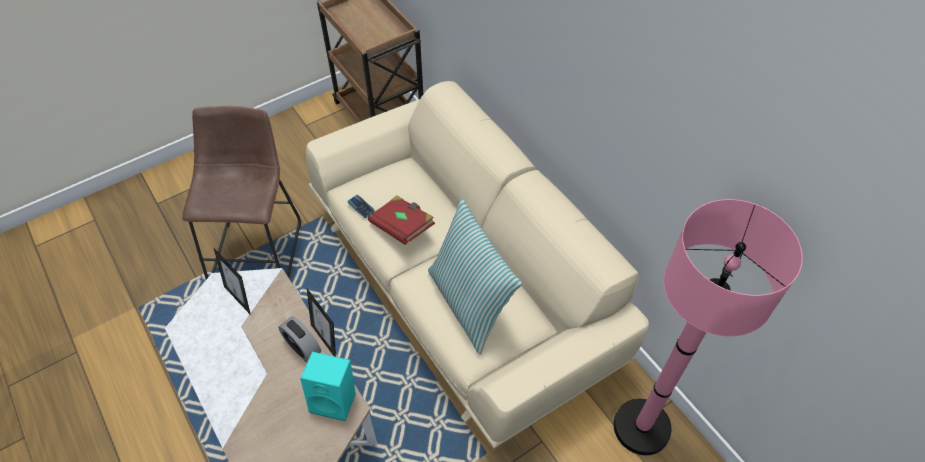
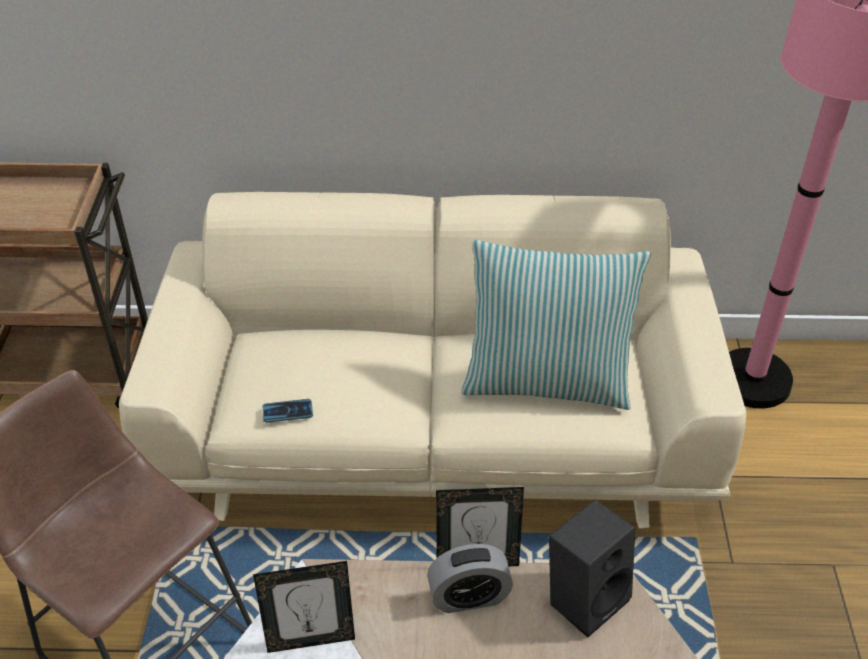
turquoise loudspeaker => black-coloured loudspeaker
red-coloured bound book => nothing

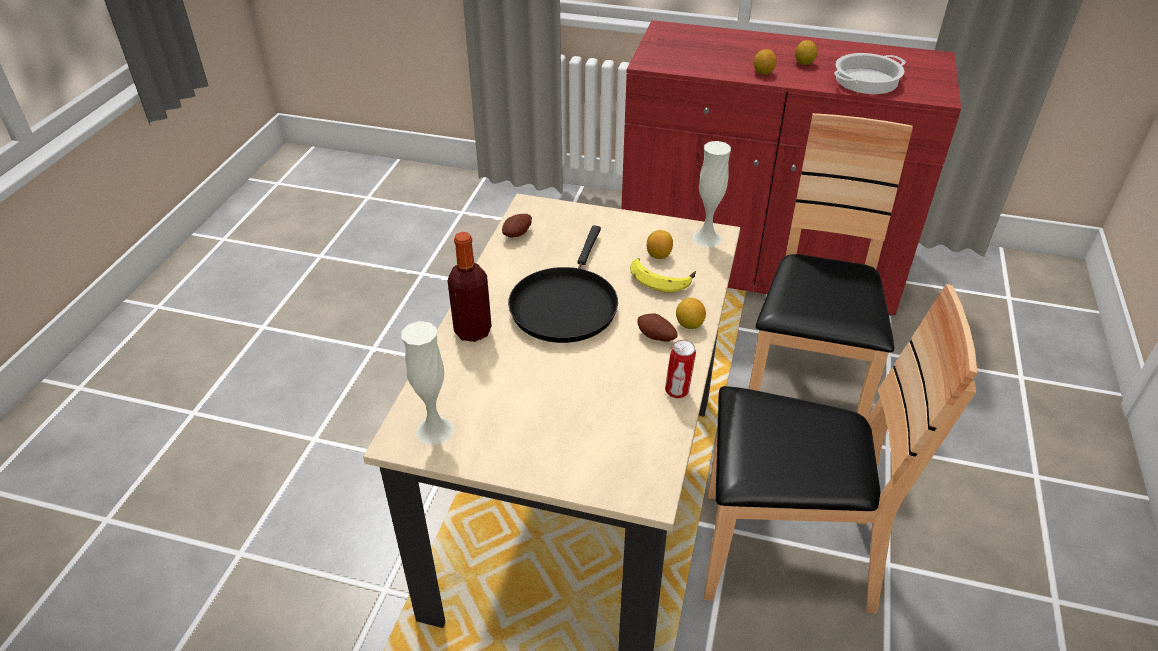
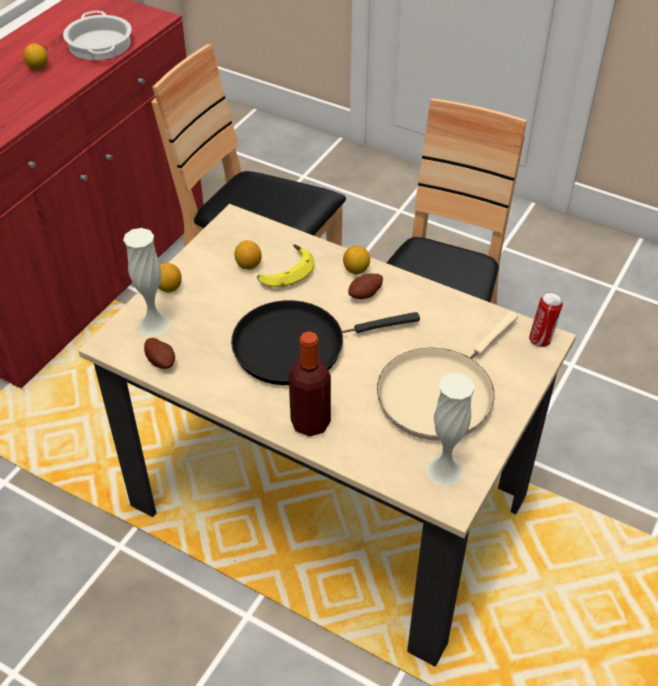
black-coloured frying pan, 135 degrees clockwise
sealed can, shifted
whitish vase (no. 2 from left in the first image) => whitish vase (no. 1 from left), shifted
lemon (no. 3 from left in the first image) => lemon (no. 2 from left), shifted
nothing => beige-coloured frying pan

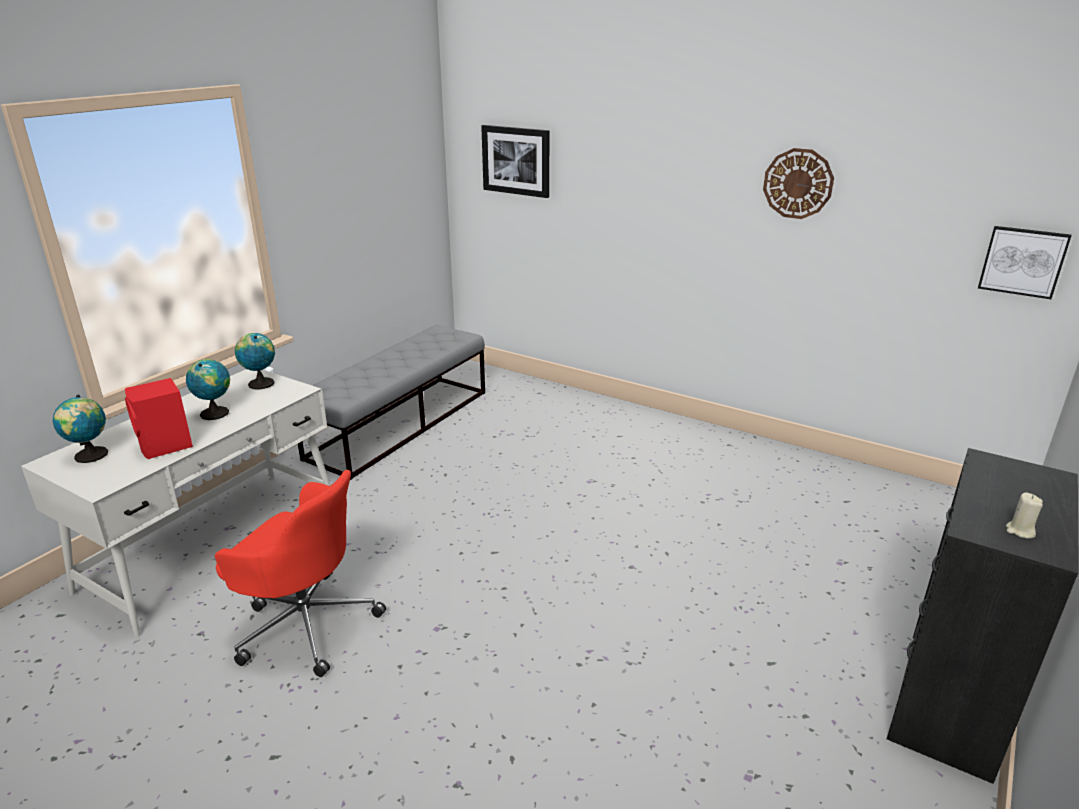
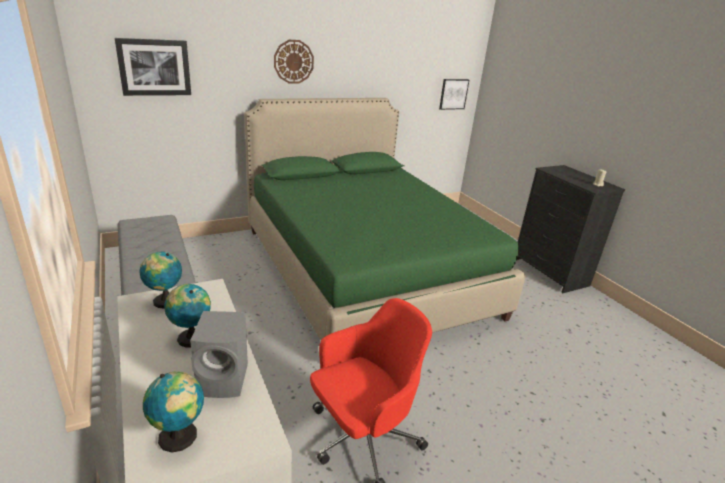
red-coloured loudspeaker => greyish loudspeaker
wall clock, shifted
nothing => green-coloured bedroom bed

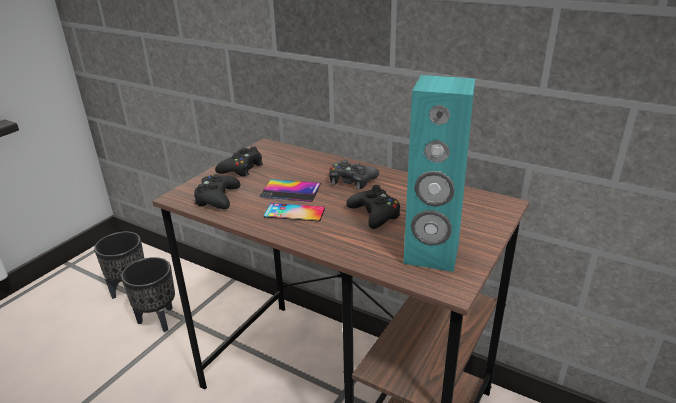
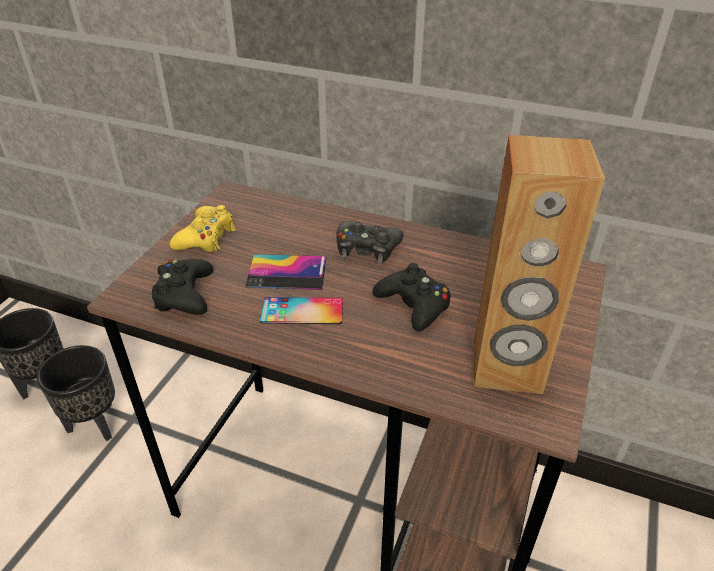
black-coloured game controller (no. 2 from left) => yellow game controller
turquoise loudspeaker => brownish loudspeaker

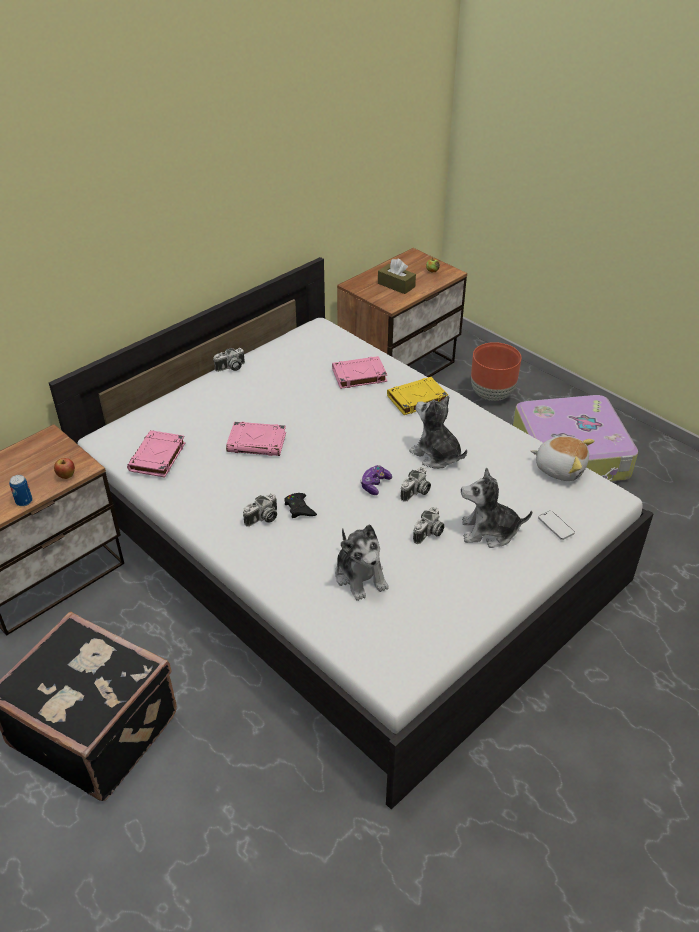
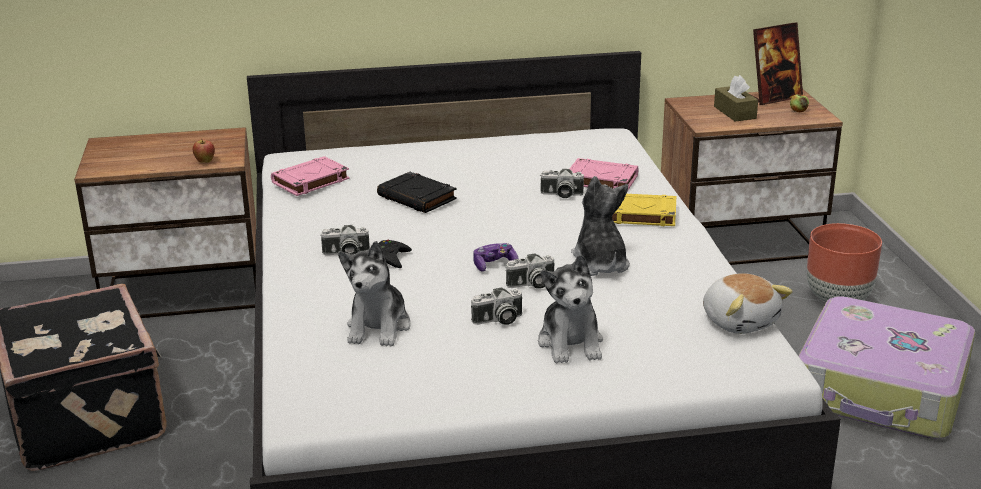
sealed can => nothing
still camera (no. 1 from left in the first image) => still camera (no. 4 from left), shifted
pink-coloured bound book (no. 2 from left) => black-coloured bound book
soft toy (no. 3 from left in the first image) => soft toy (no. 2 from left), 135 degrees counterclockwise
handset => nothing
nothing => picture frame

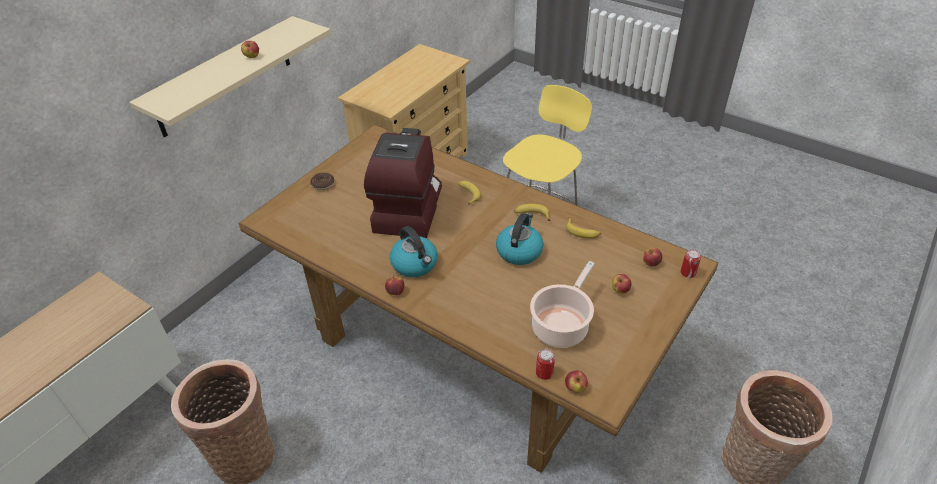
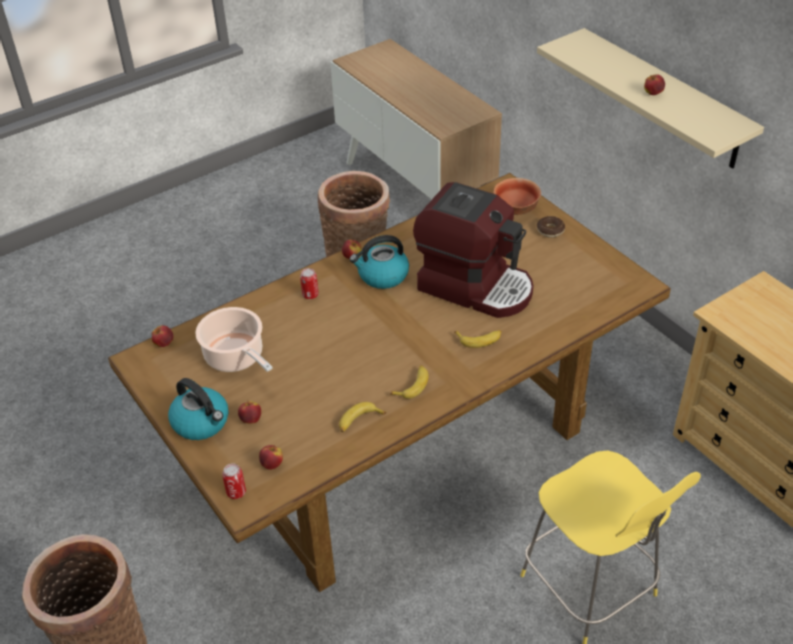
water kettle (no. 2 from left in the first image) => water kettle (no. 1 from left), shifted
sealed can (no. 1 from left in the first image) => sealed can (no. 2 from left), shifted
nothing => deep dish

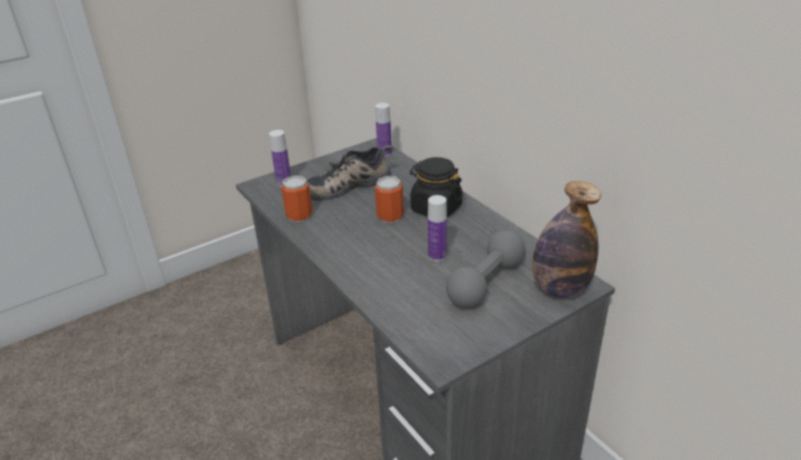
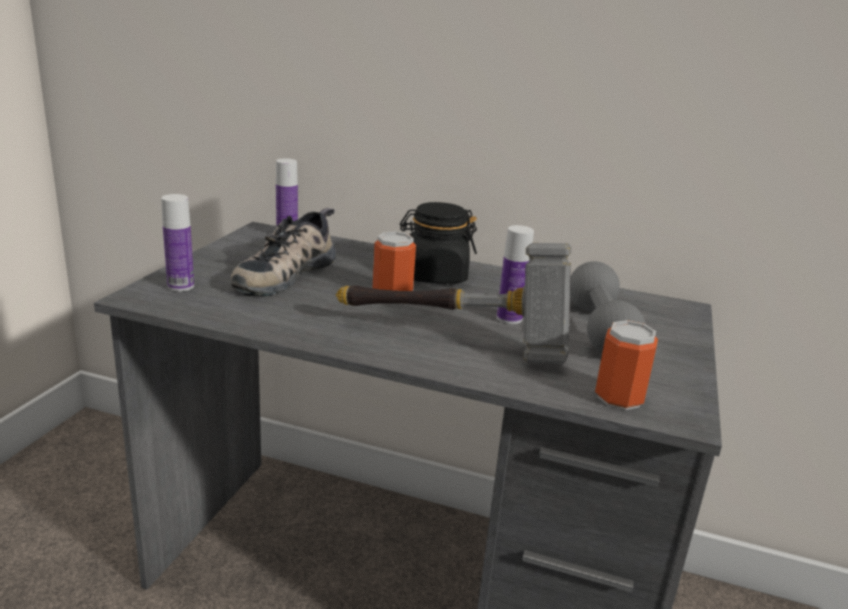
sealed can (no. 1 from left in the first image) => sealed can (no. 2 from left), shifted
beverage bottle (no. 4 from left) => nothing
nothing => hand hammer

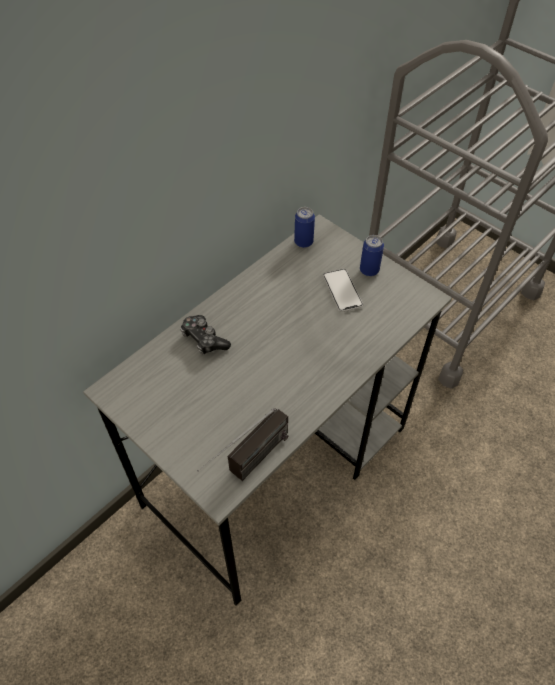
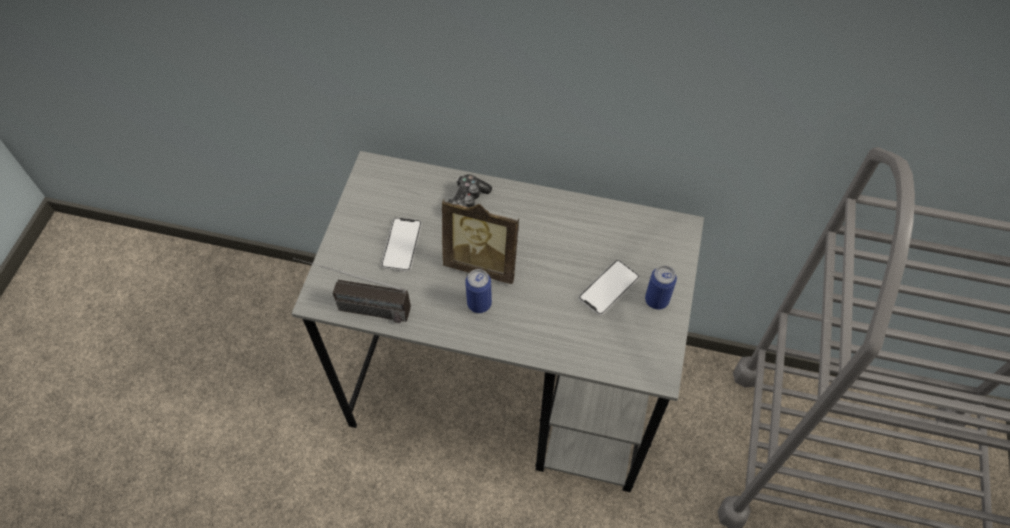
sealed can (no. 1 from left), shifted
nothing => handset (no. 1 from left)
nothing => picture frame

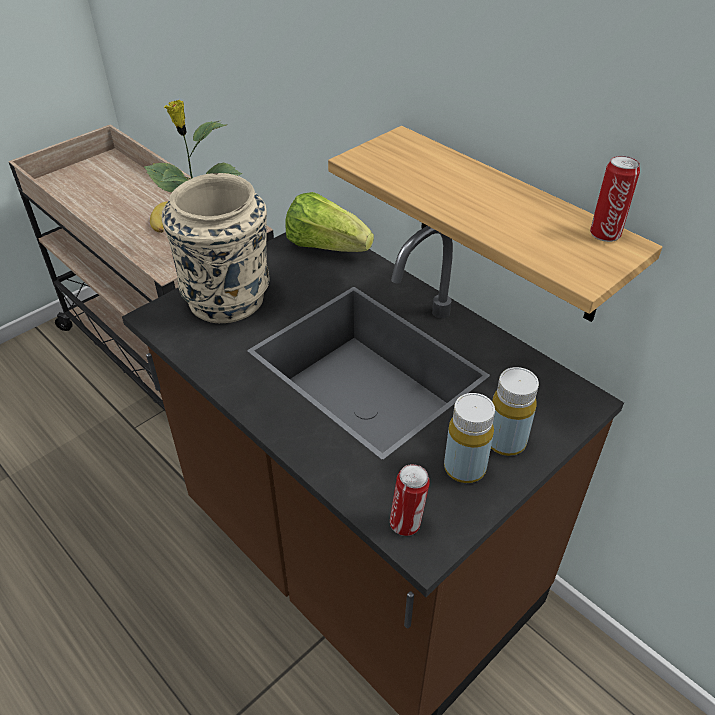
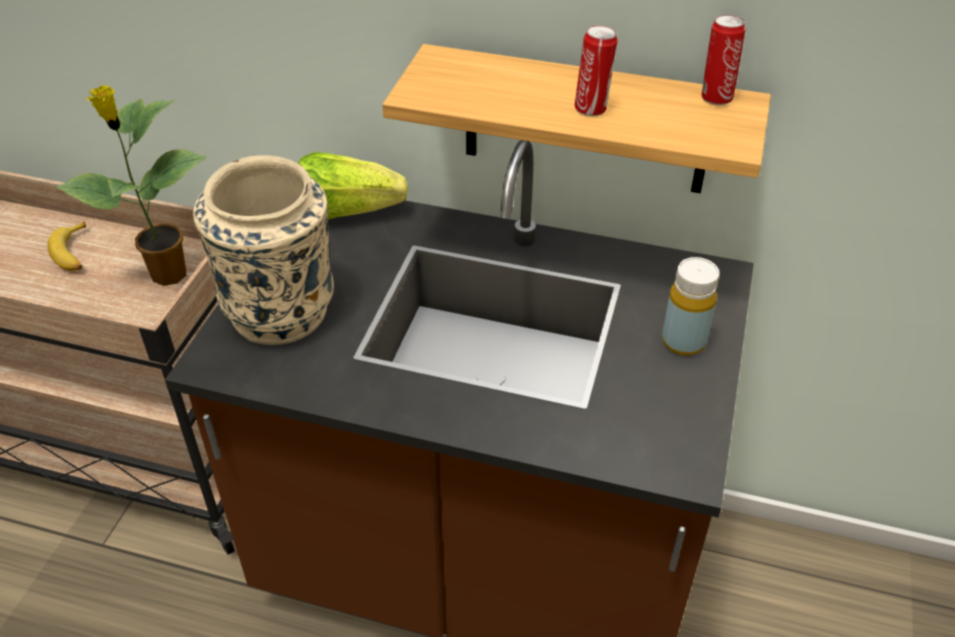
sealed can (no. 1 from left), shifted
yellow beverage bottle (no. 1 from left) => nothing

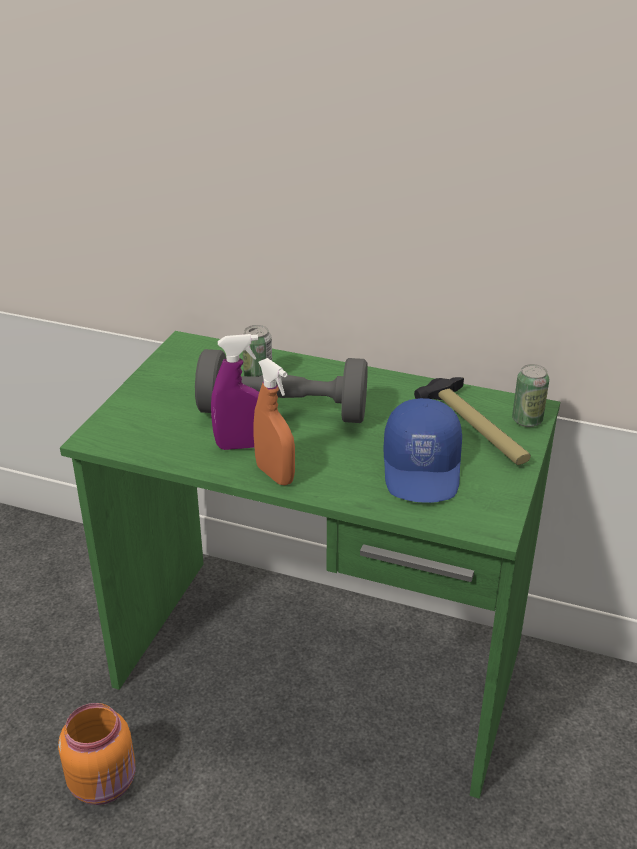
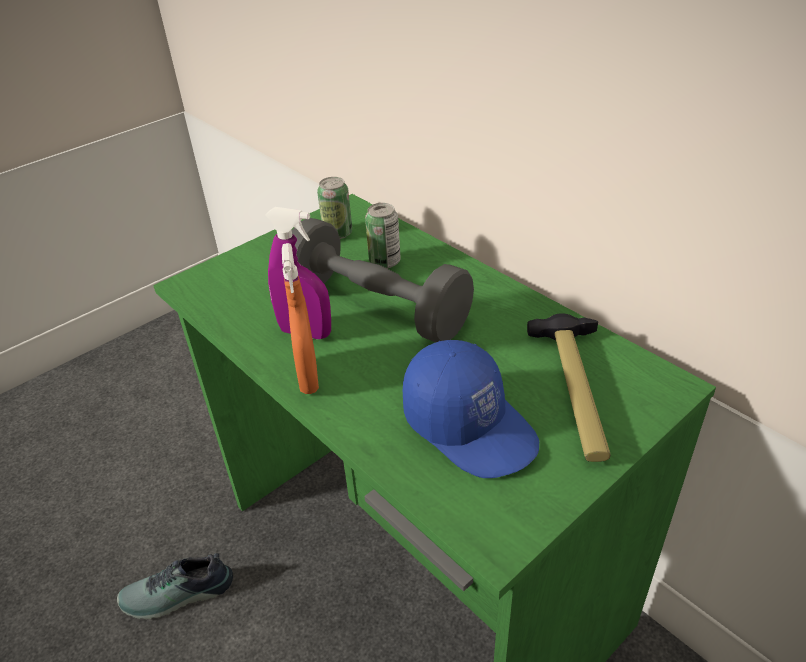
orangey preserve jar => shoe
blue-coloured baseball cap, 75 degrees counterclockwise
sealed can (no. 2 from left in the first image) => sealed can (no. 1 from left), shifted

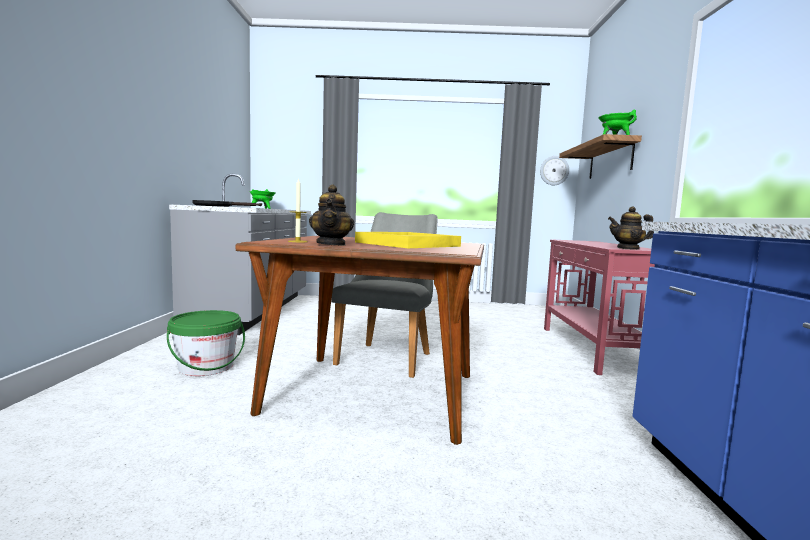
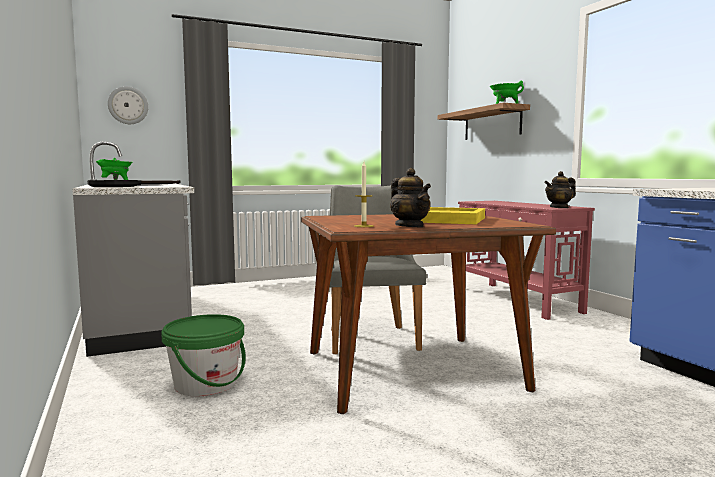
wall clock, shifted

